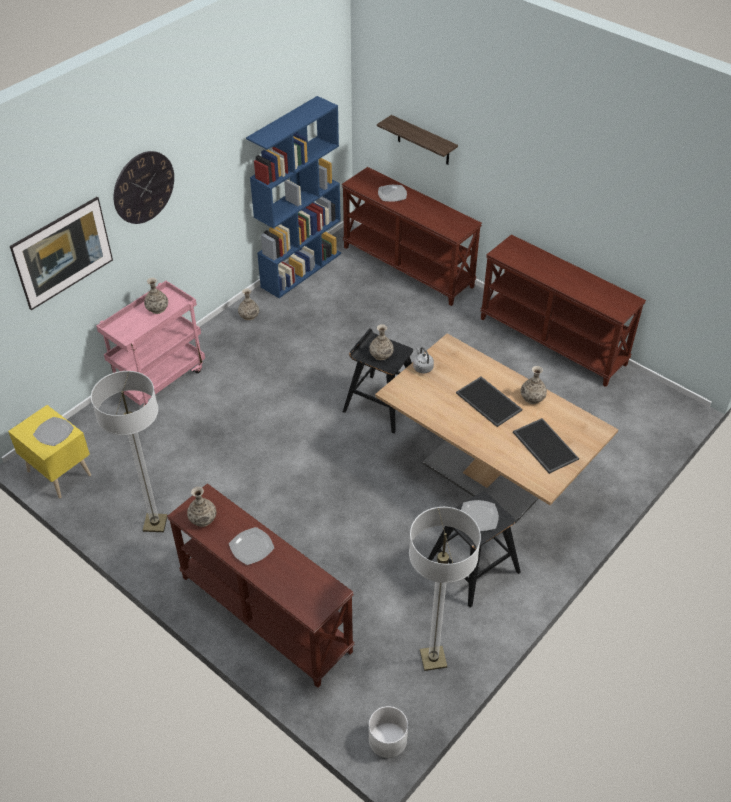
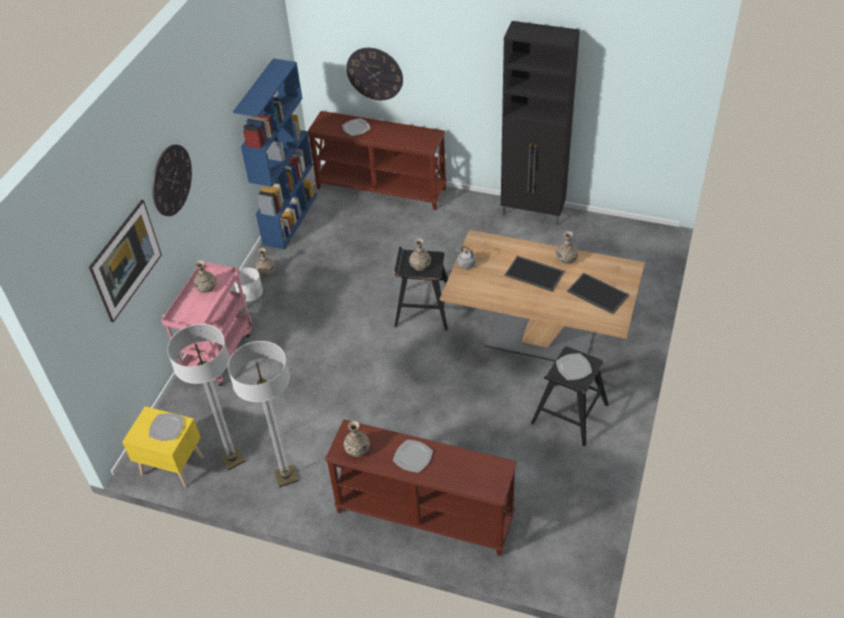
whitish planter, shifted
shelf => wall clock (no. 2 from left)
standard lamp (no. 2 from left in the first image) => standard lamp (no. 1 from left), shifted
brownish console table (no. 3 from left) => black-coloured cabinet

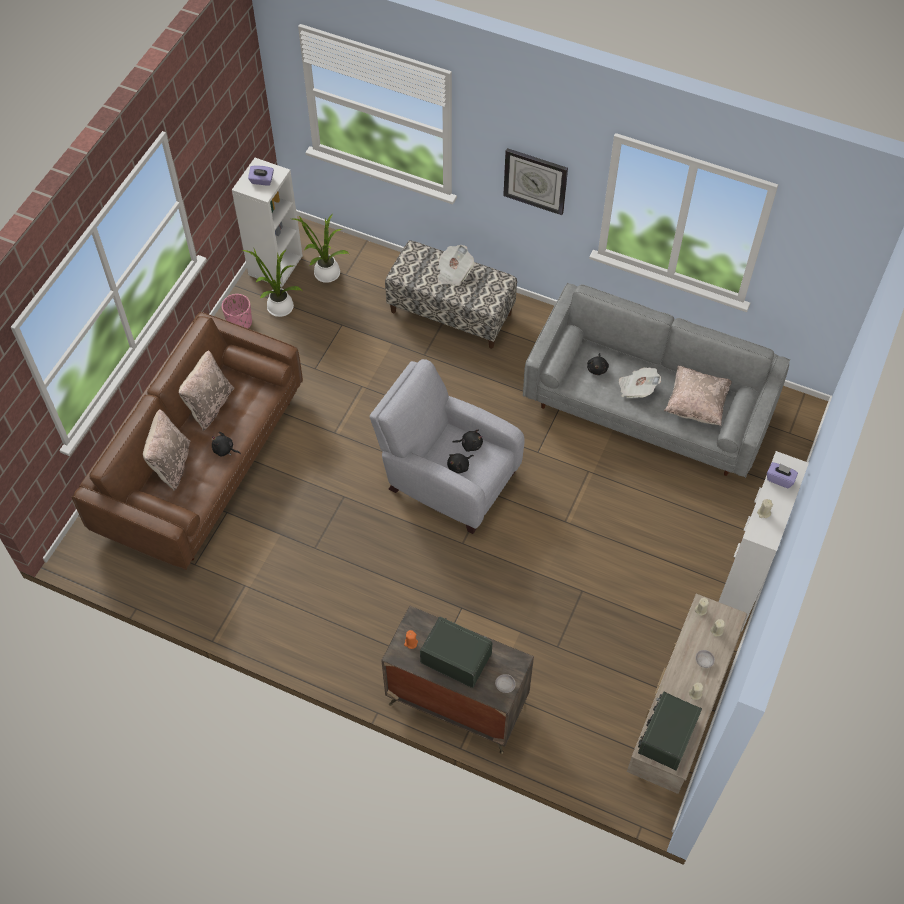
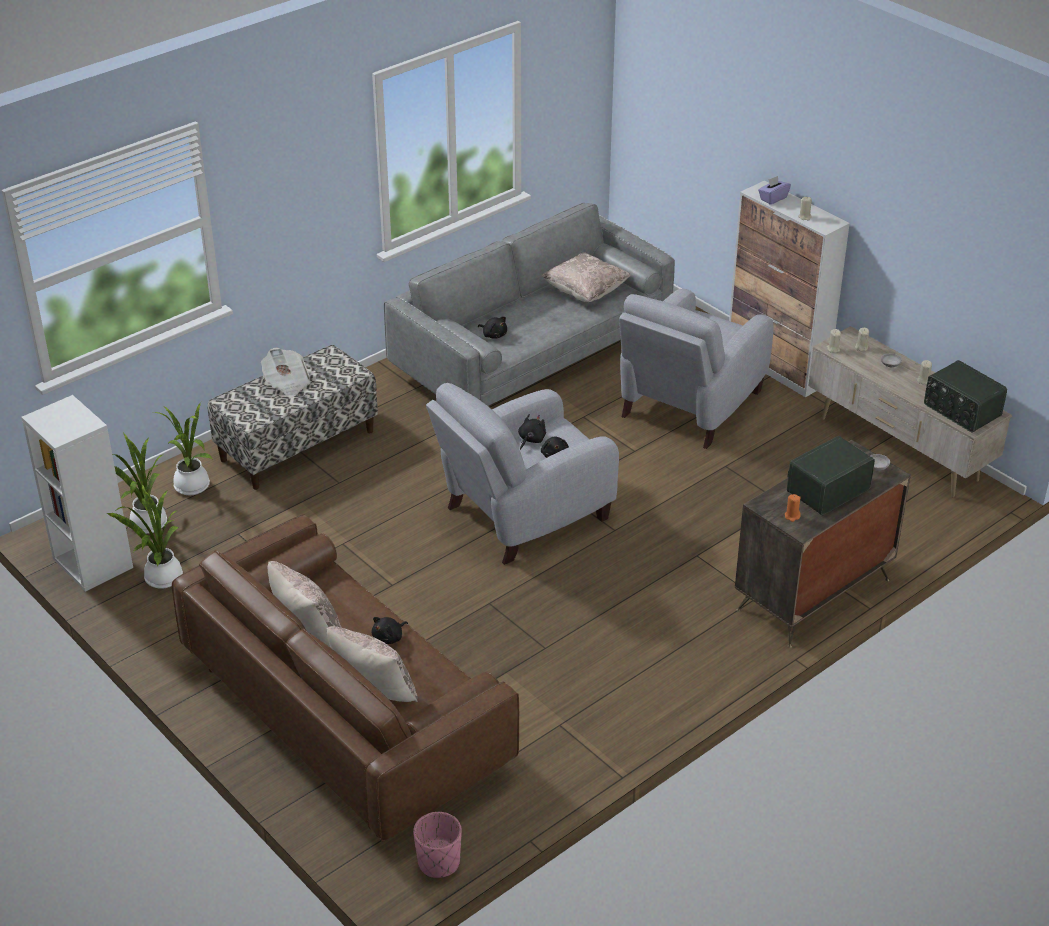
pink-coloured planter, shifted
purplish tissue holder (no. 1 from left) => nothing
wall clock => nothing
newspaper (no. 2 from left) => nothing
nothing => plant in a pot (no. 3 from left)
nothing => greyish lounge chair (no. 2 from left)

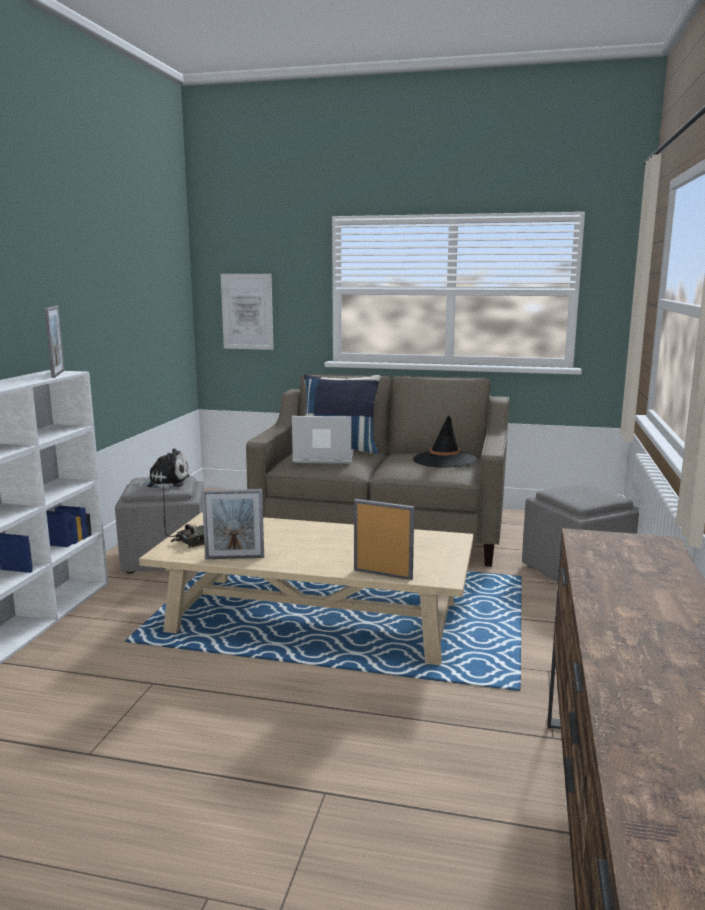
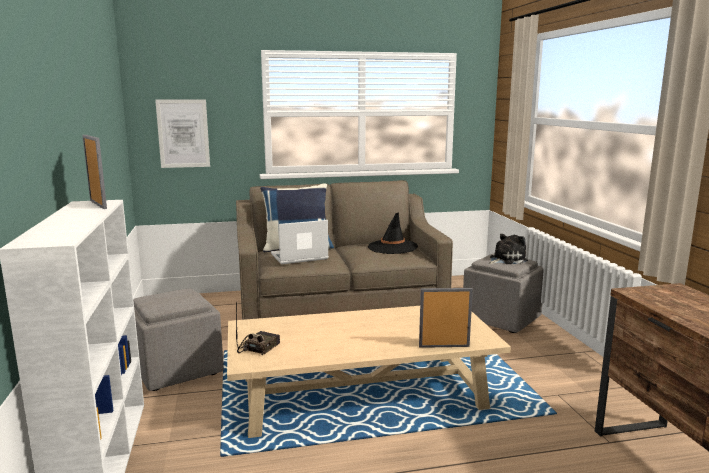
soft toy, shifted
picture frame (no. 2 from left) => nothing

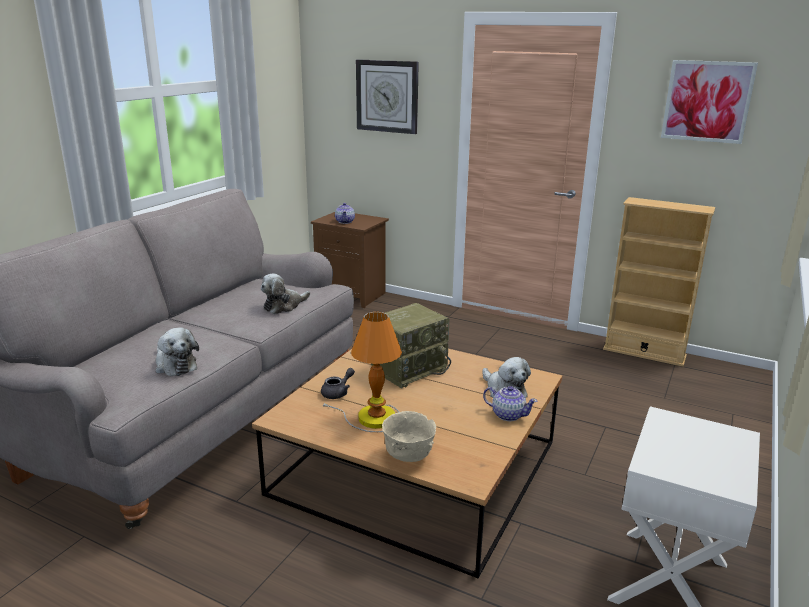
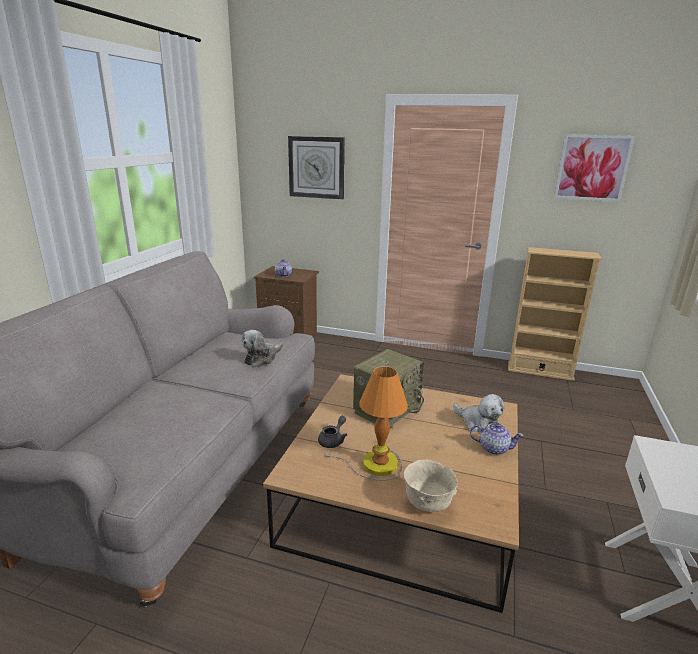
soft toy (no. 1 from left) => nothing

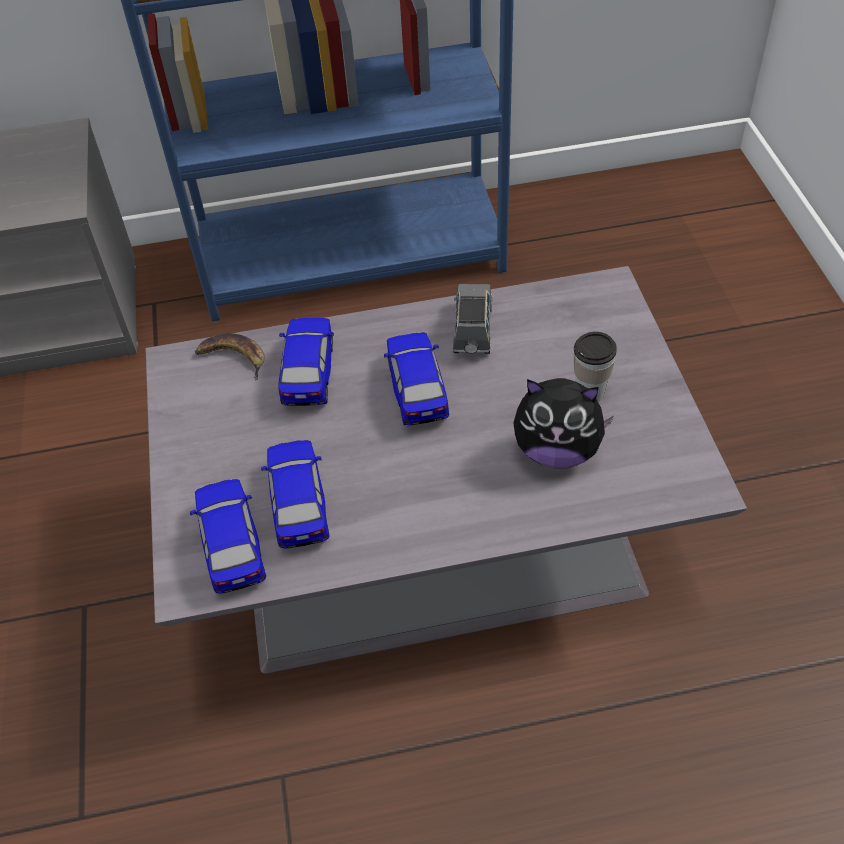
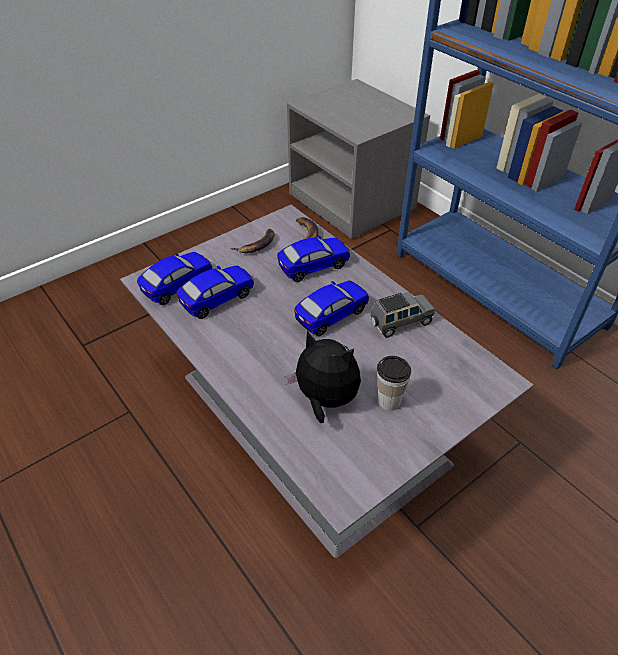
soft toy, 135 degrees clockwise
nothing => banana fruit (no. 1 from left)

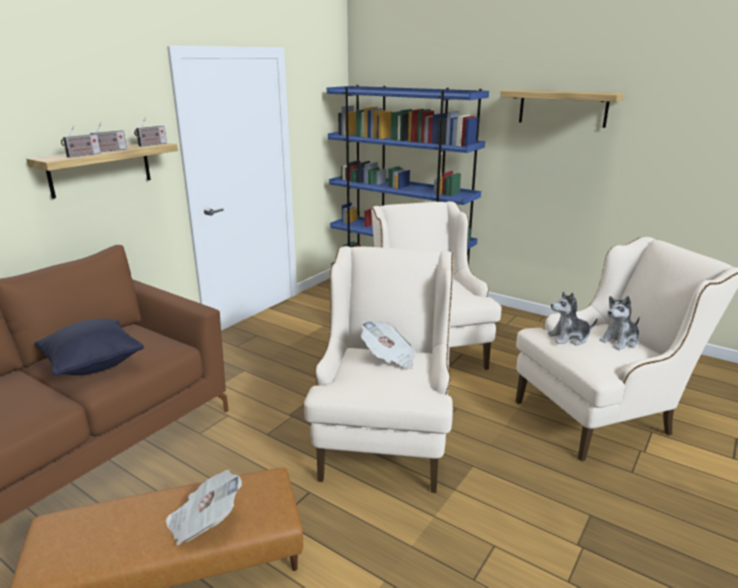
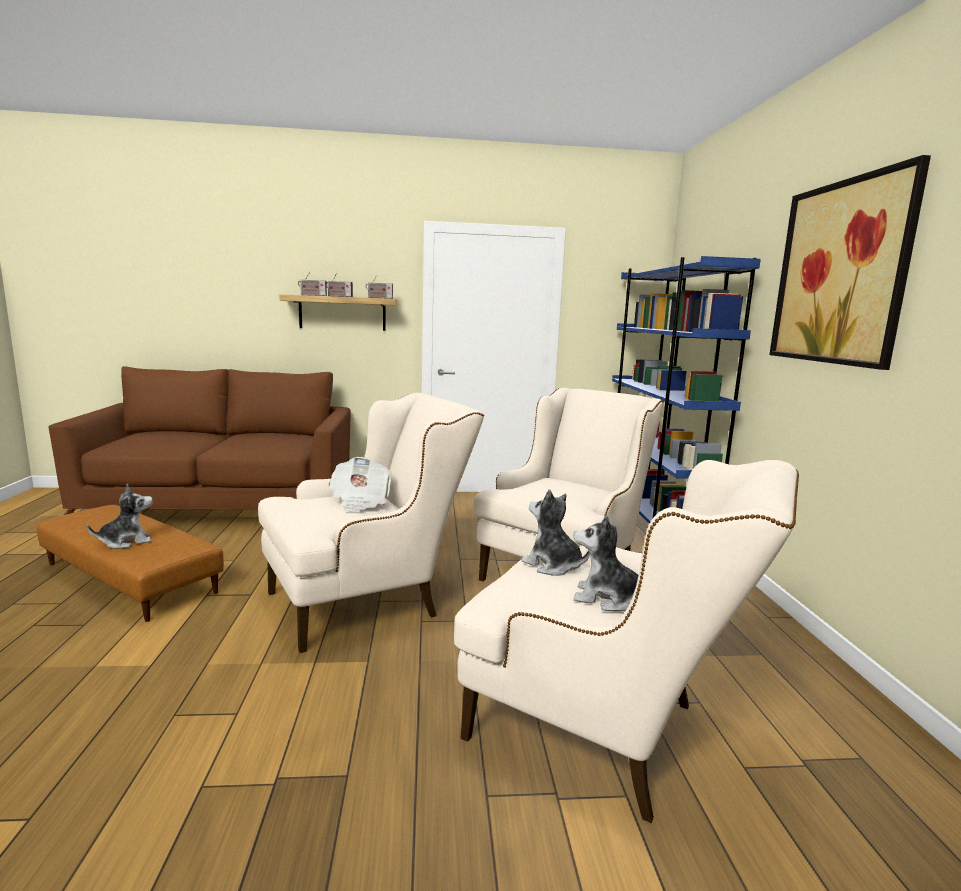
black-coloured cushion => nothing
newspaper (no. 1 from left) => soft toy (no. 1 from left)
shelf (no. 2 from left) => picture

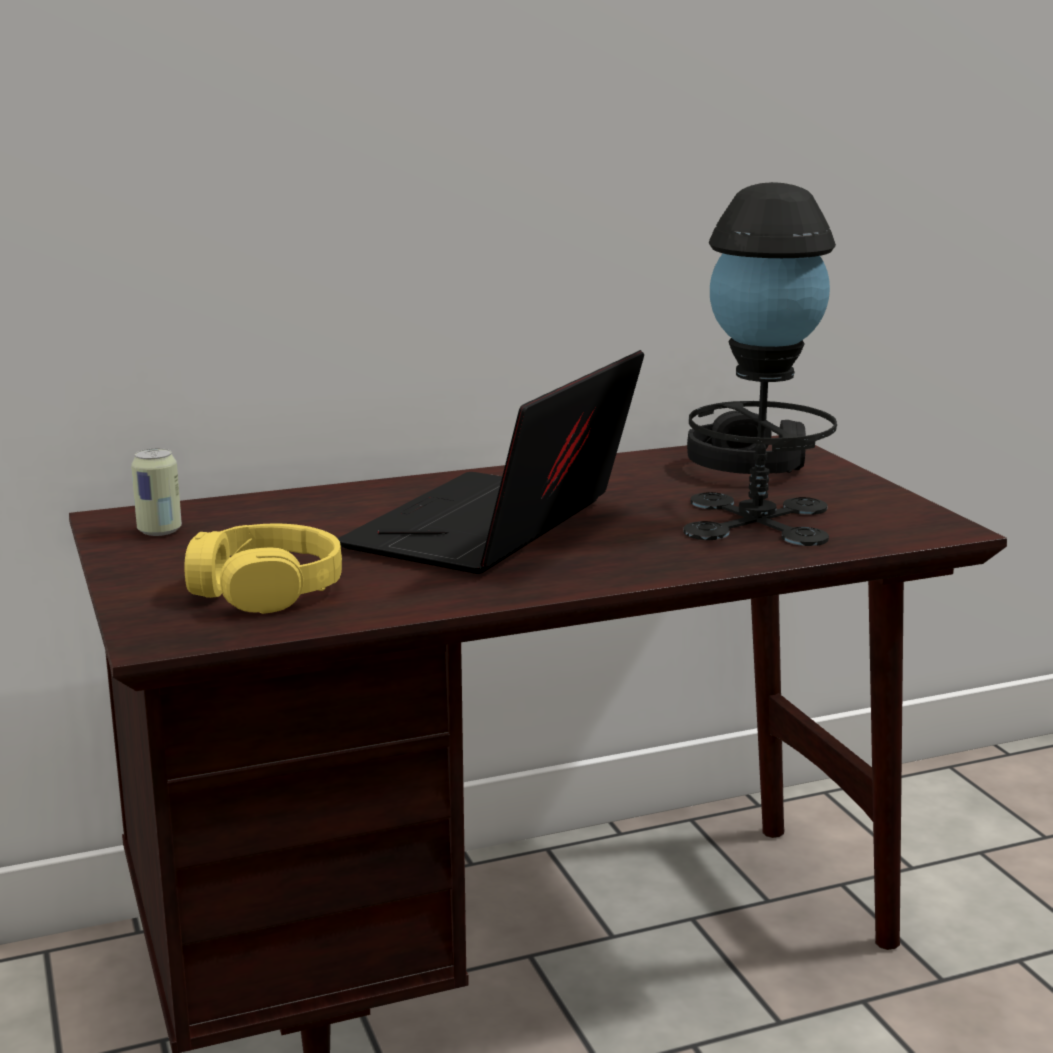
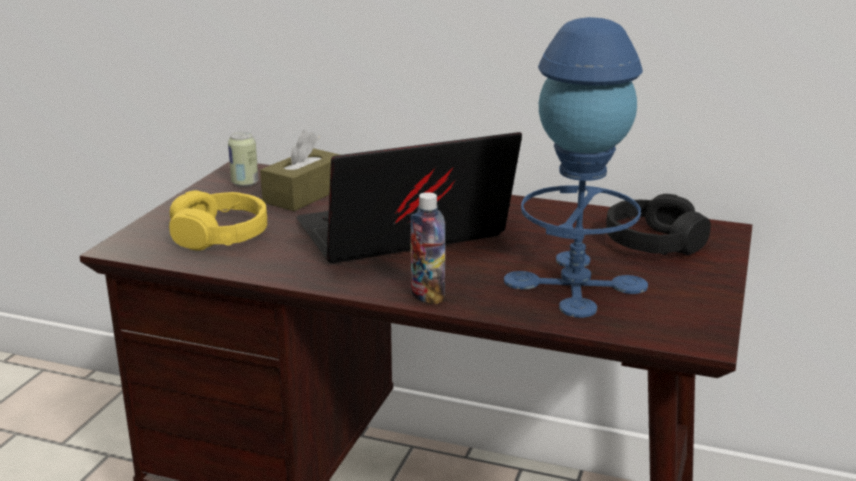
black-coloured table lamp => blue-coloured table lamp
nothing => brownish tissue holder
nothing => beverage bottle

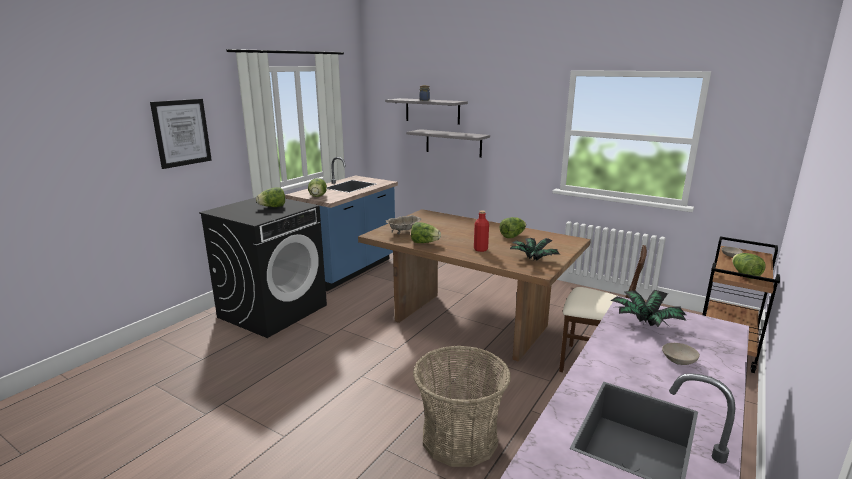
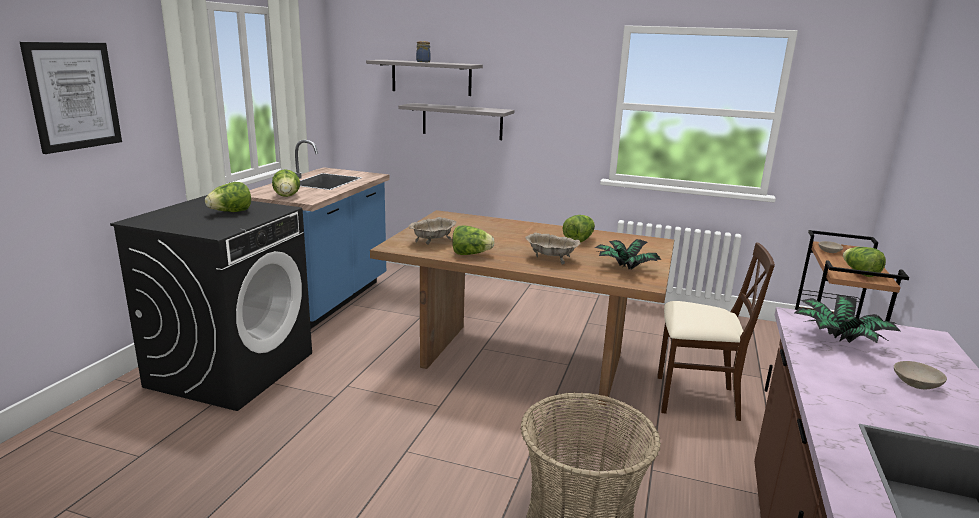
red-coloured beverage bottle => beige-coloured deep dish (no. 2 from left)

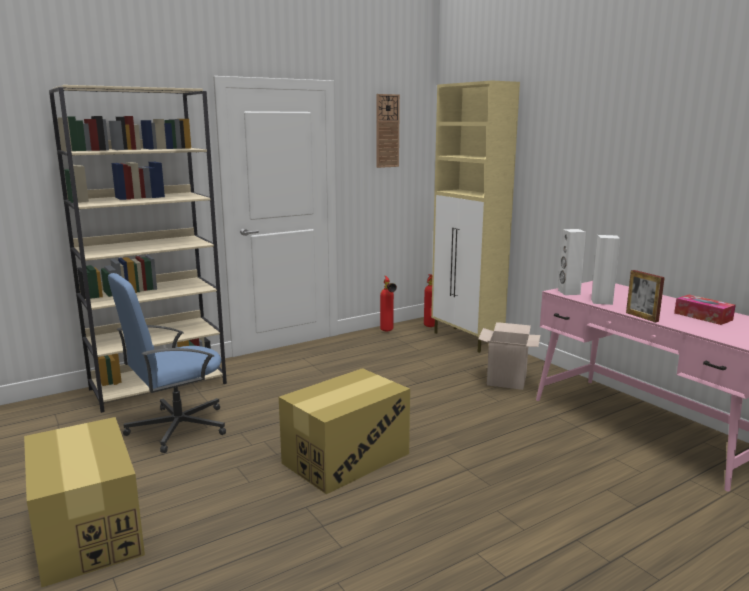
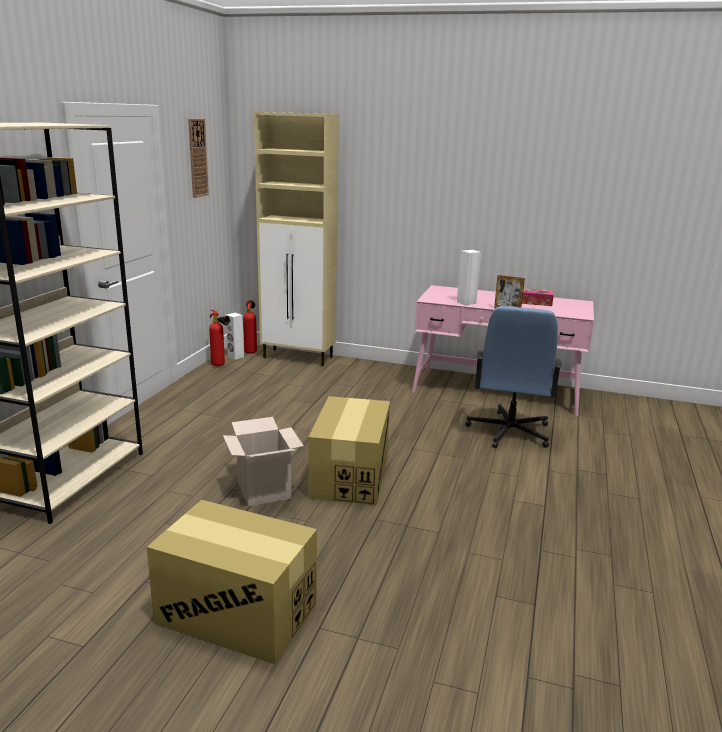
blue-coloured computer chair, shifted
packing box (no. 3 from left in the first image) => packing box (no. 2 from left), shifted
whitish loudspeaker (no. 1 from left), shifted

